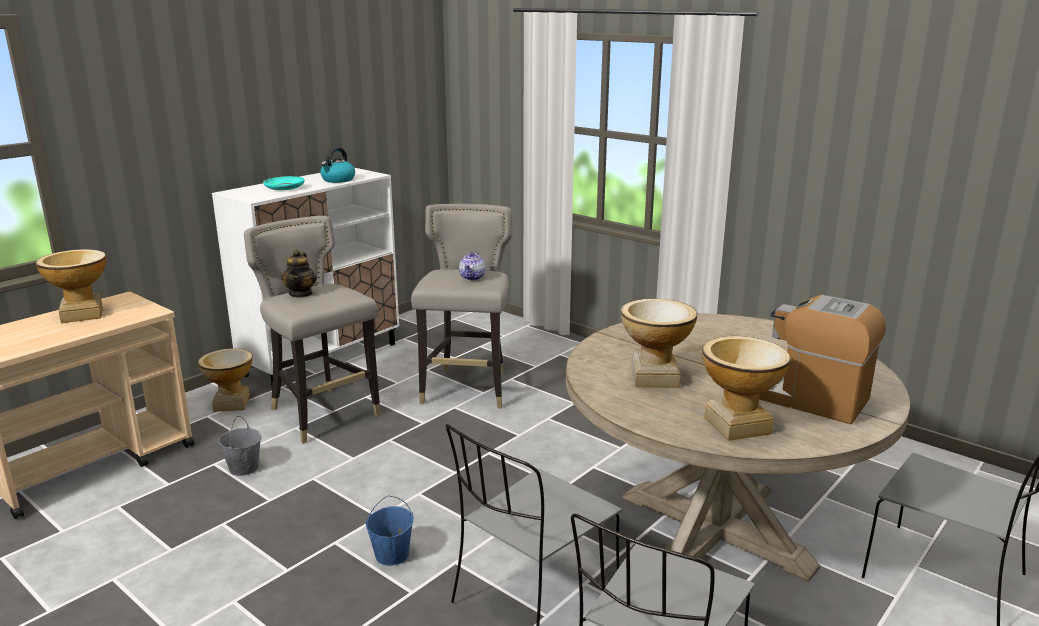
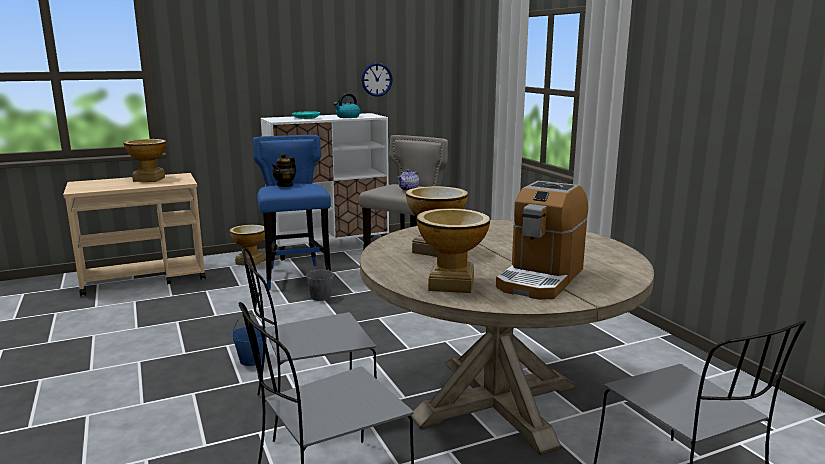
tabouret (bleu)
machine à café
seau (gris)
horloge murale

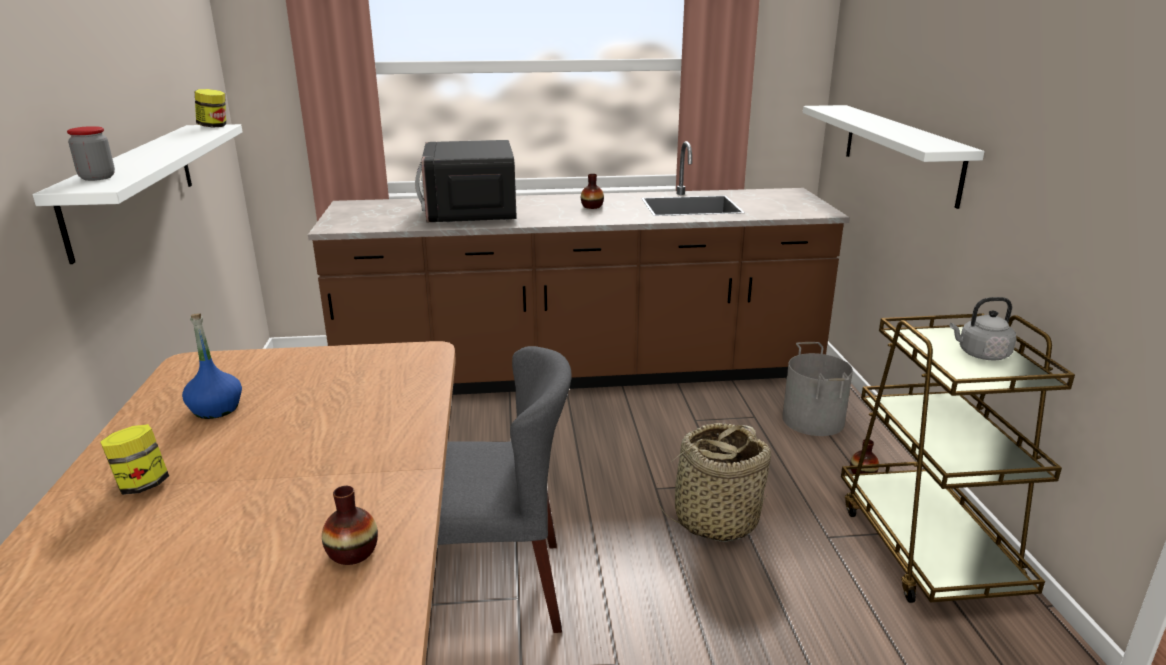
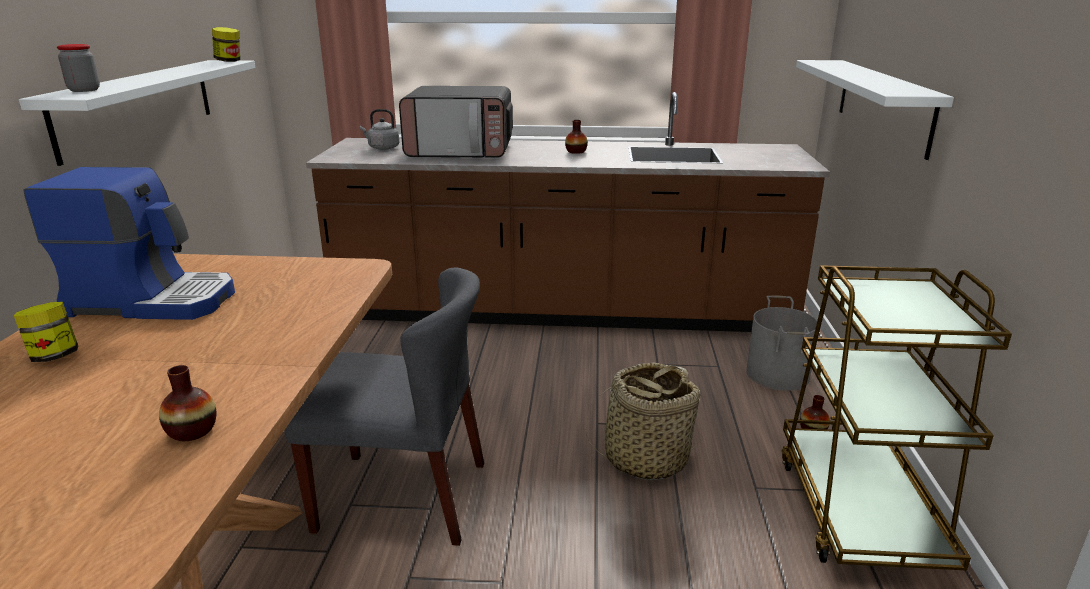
micro-ondes
bouilloire (gris)
machine à café

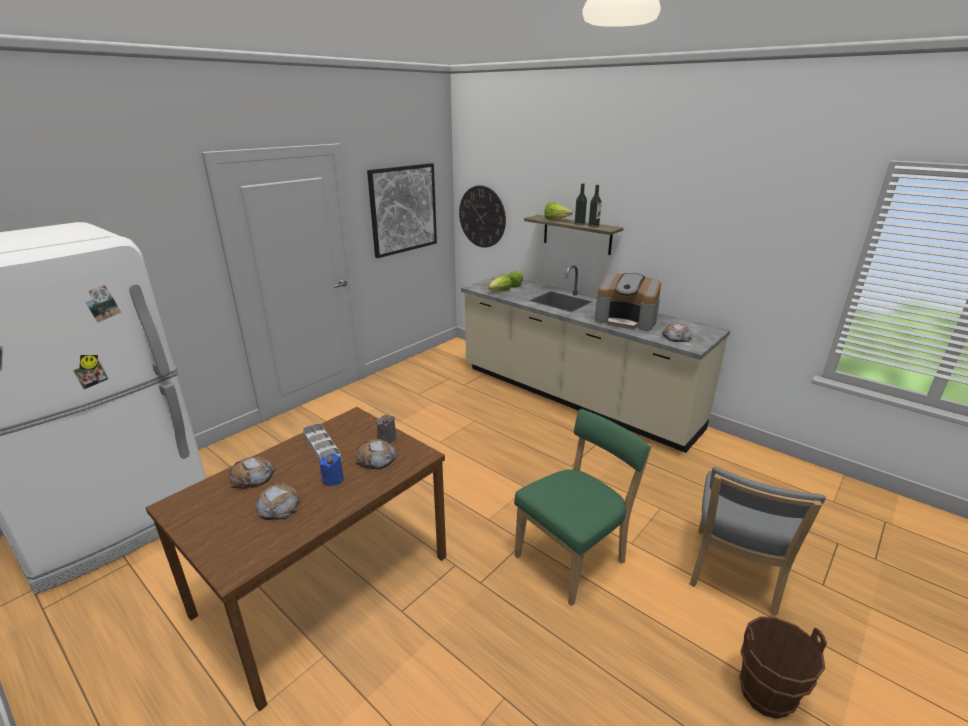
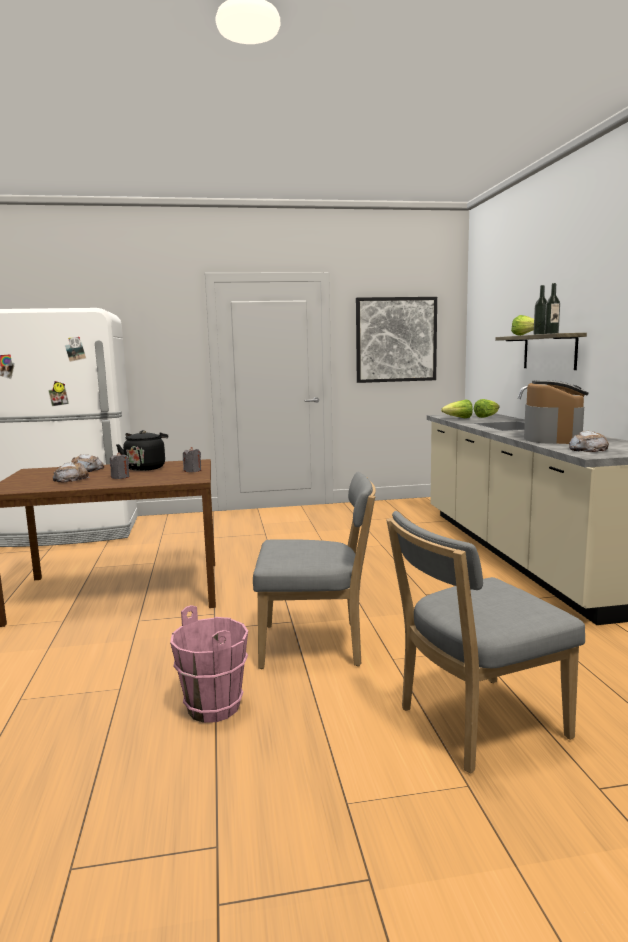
horloge murale
machine à café
chaise (gris) (1st from left)
bouilloire (noir)
pain (3rd from left in the first image)
bougie (gris) (1st from left)
seau (marron)
seau (rose)

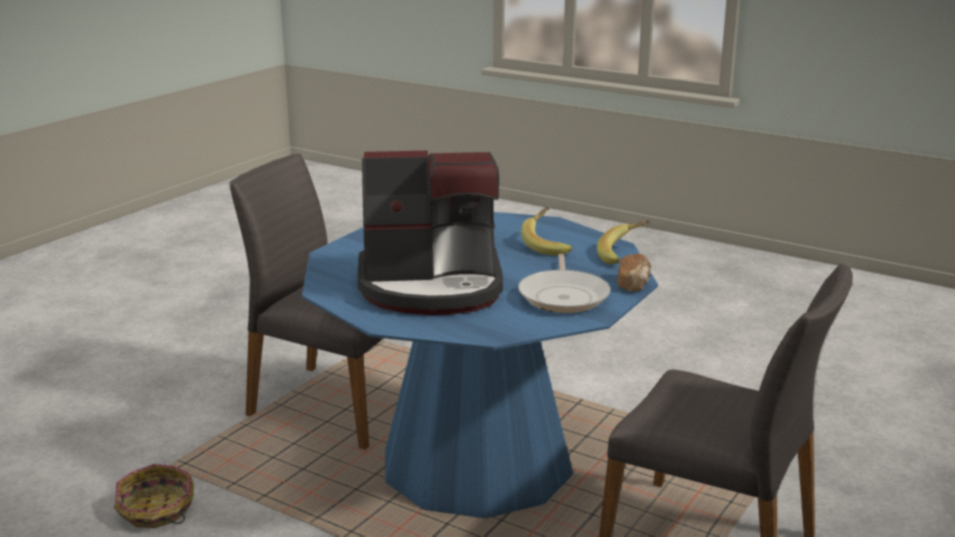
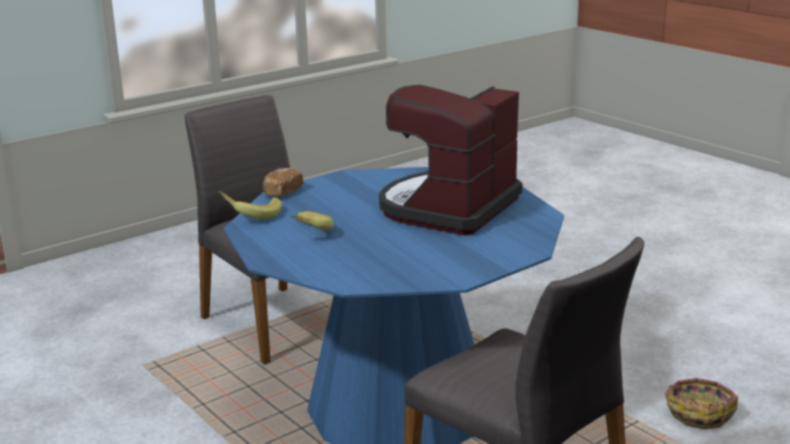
machine à café
poêle

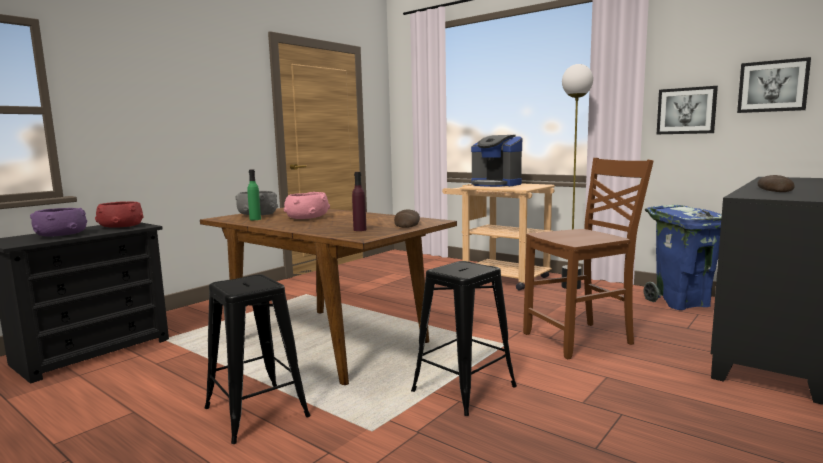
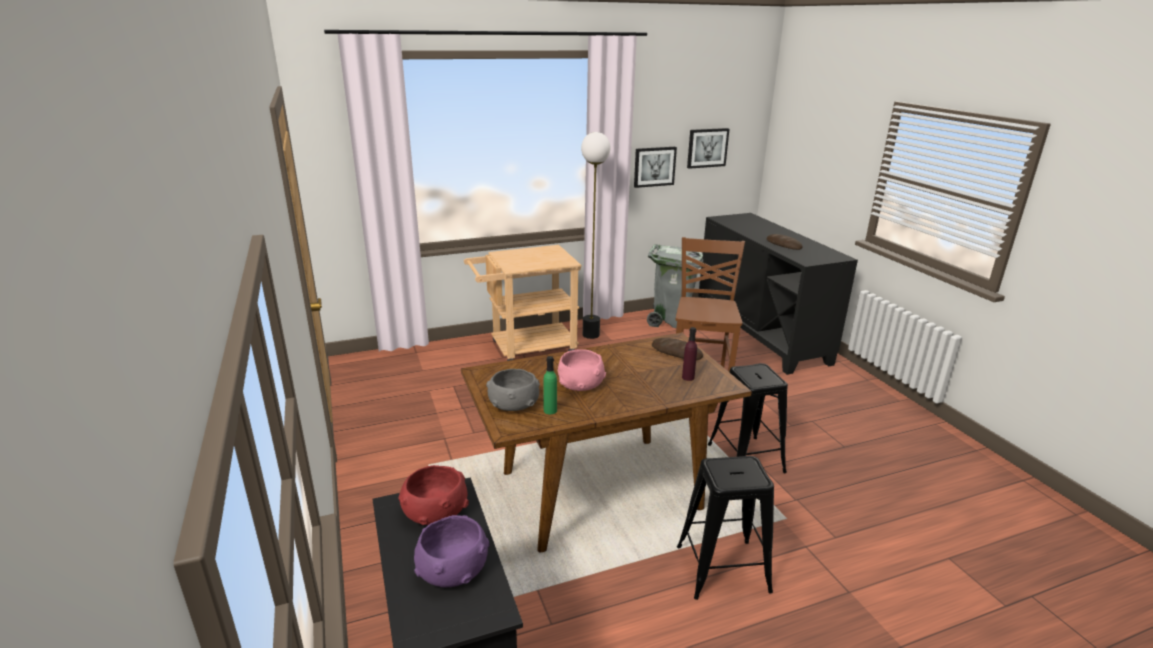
machine à café
poubelle (gris)

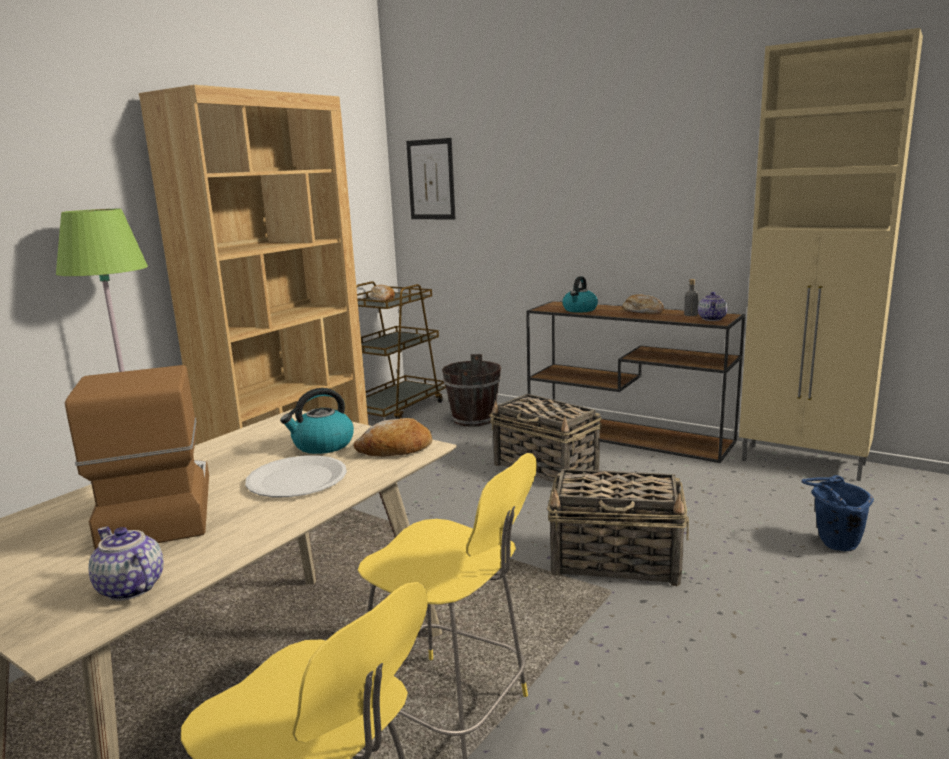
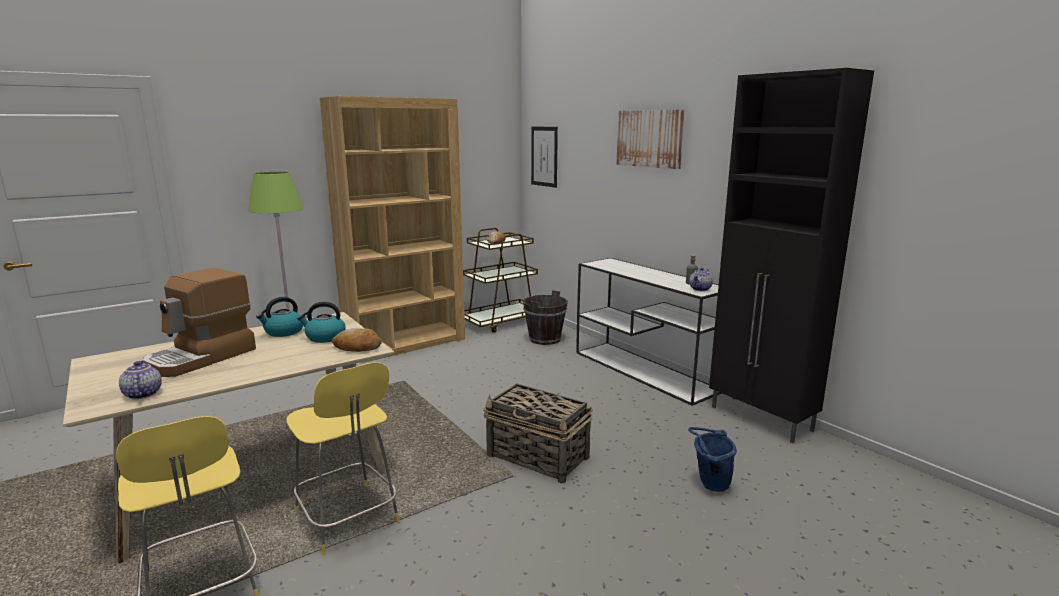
meuble de rangement (noir)
bouilloire (1st from left)
pain (3rd from left in the first image)
table console (blanc)
machine à café
panier (1st from left in the first image)
assiette (blanc)
tableau (2nd from left)

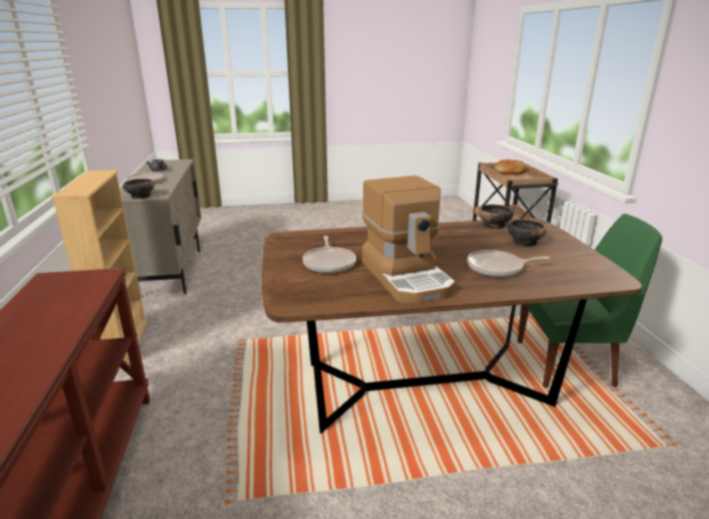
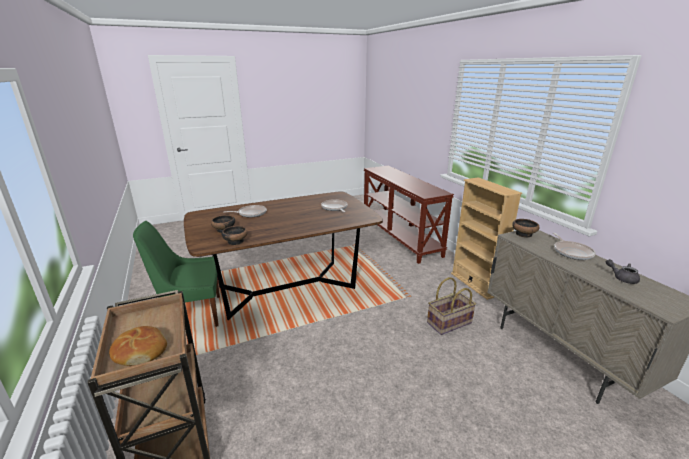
machine à café
panier

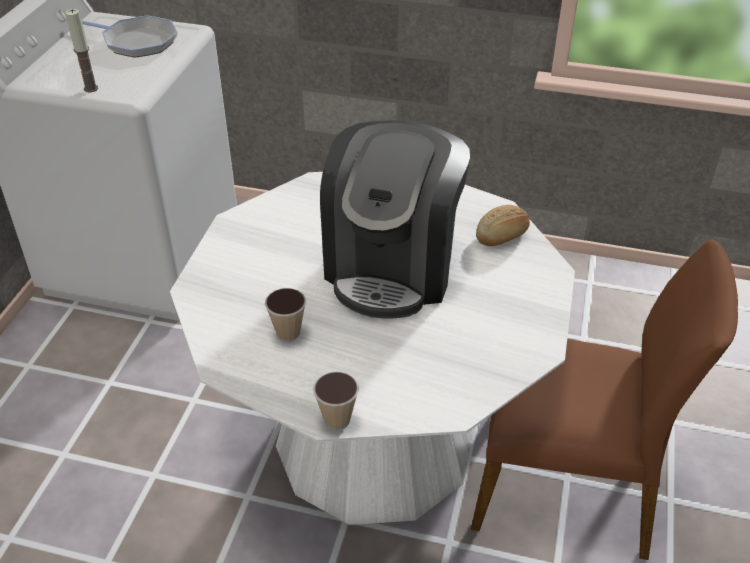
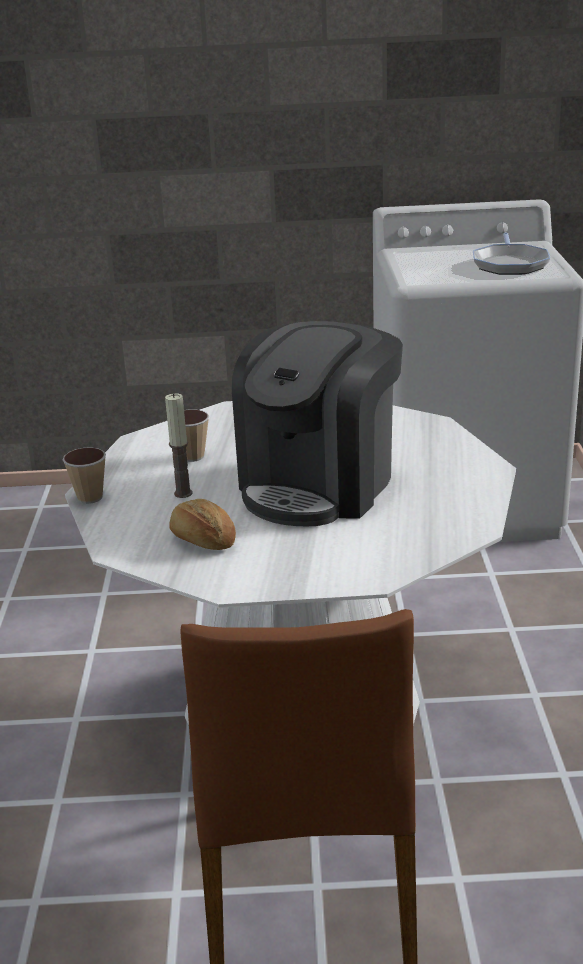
bougie
machine à café
pain

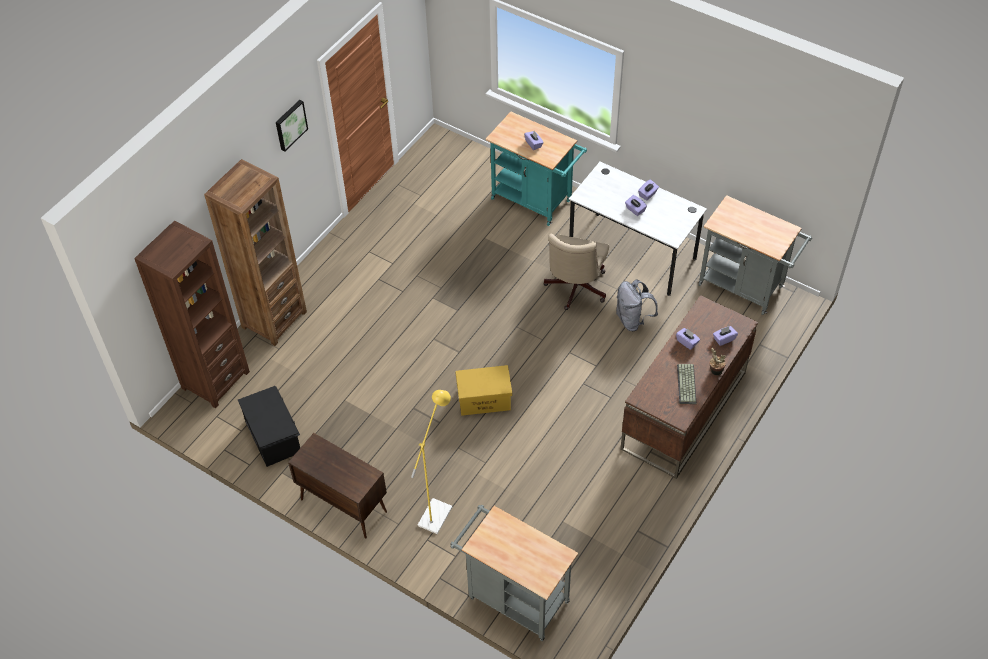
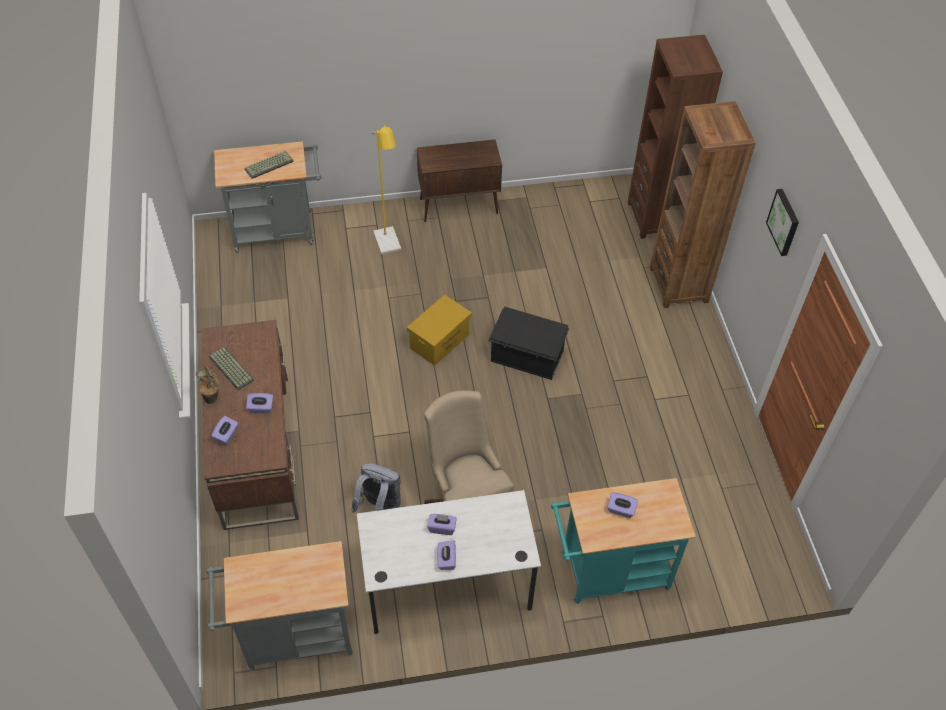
boîte de rangement (noir)
clavier (2nd from left)

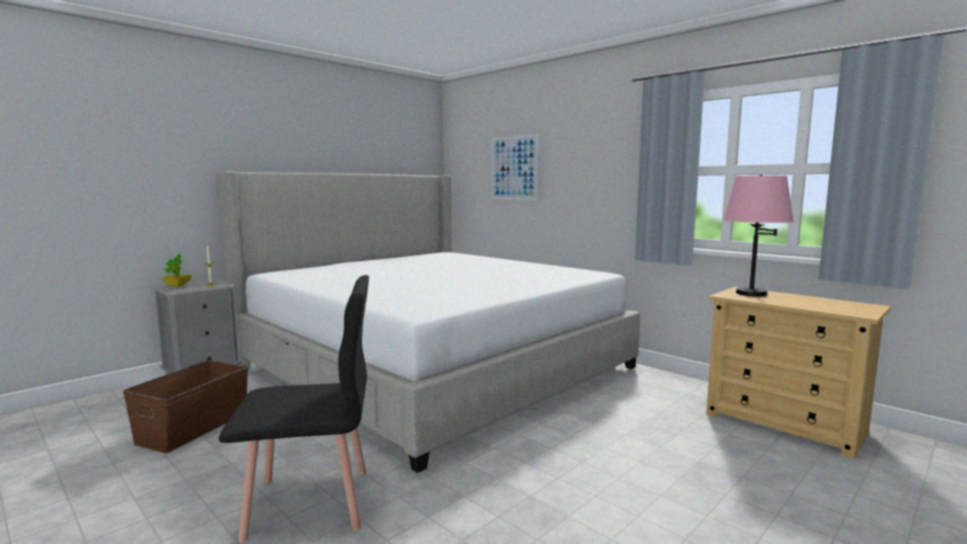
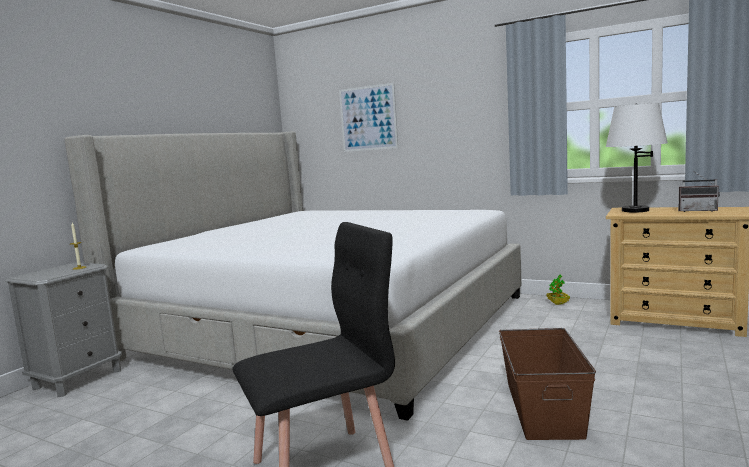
lampe de table (blanc)
plante en pot
boîte de rangement (marron)
radio

